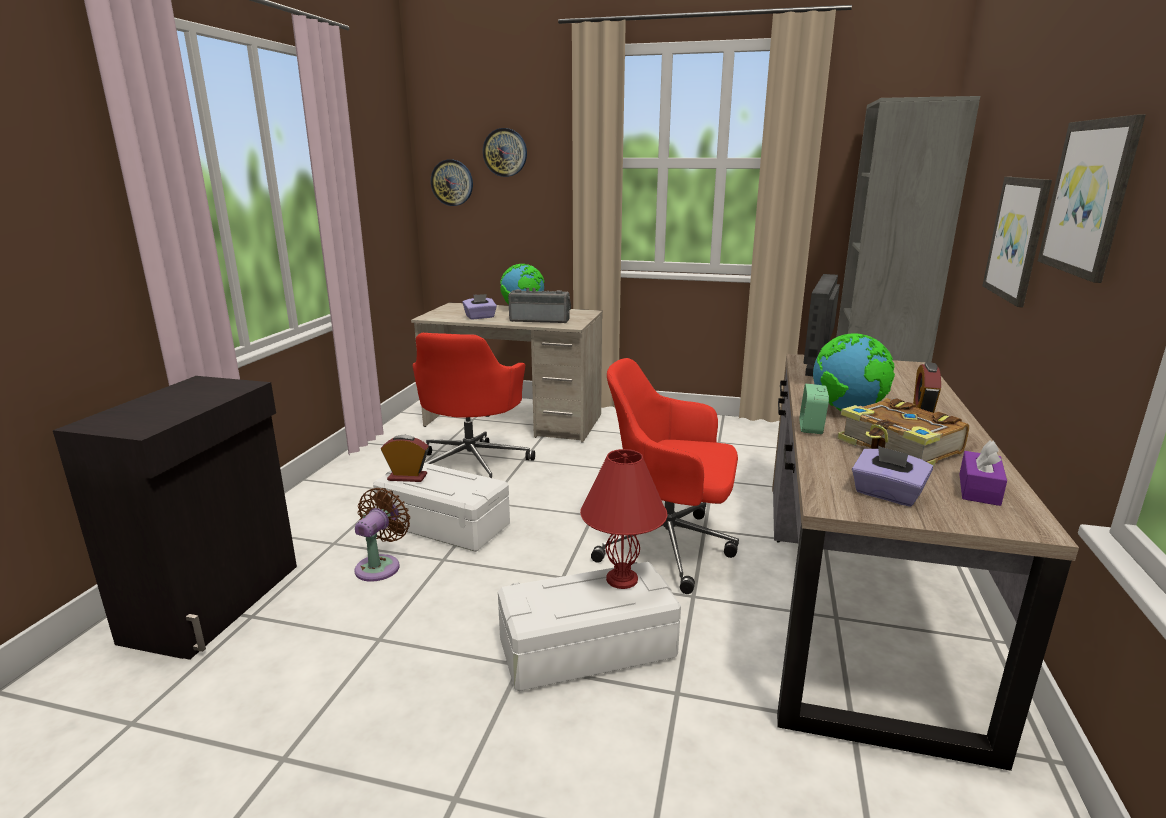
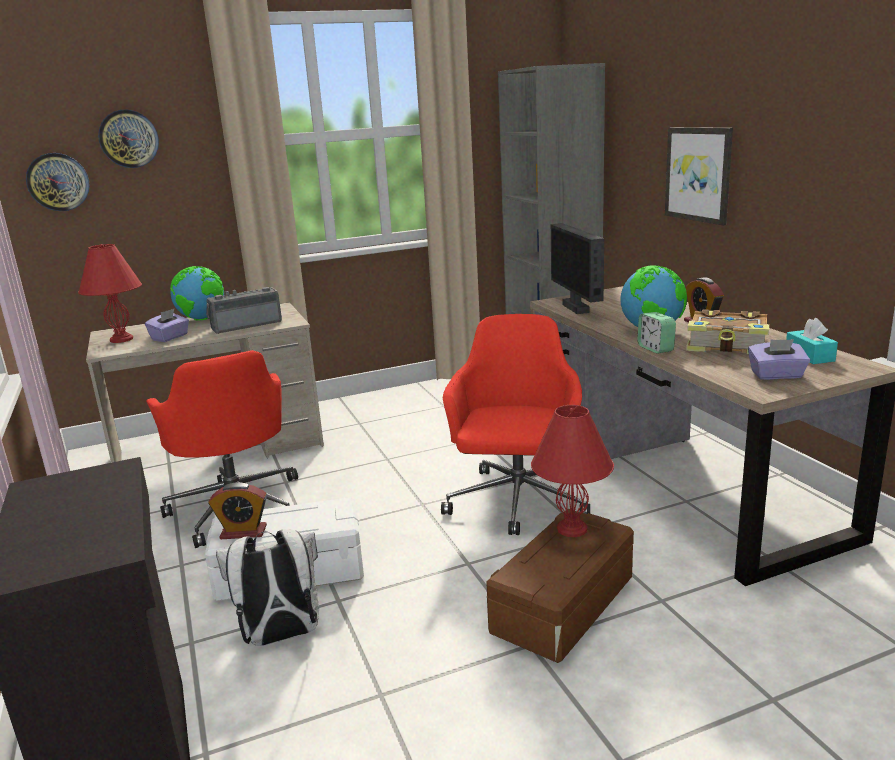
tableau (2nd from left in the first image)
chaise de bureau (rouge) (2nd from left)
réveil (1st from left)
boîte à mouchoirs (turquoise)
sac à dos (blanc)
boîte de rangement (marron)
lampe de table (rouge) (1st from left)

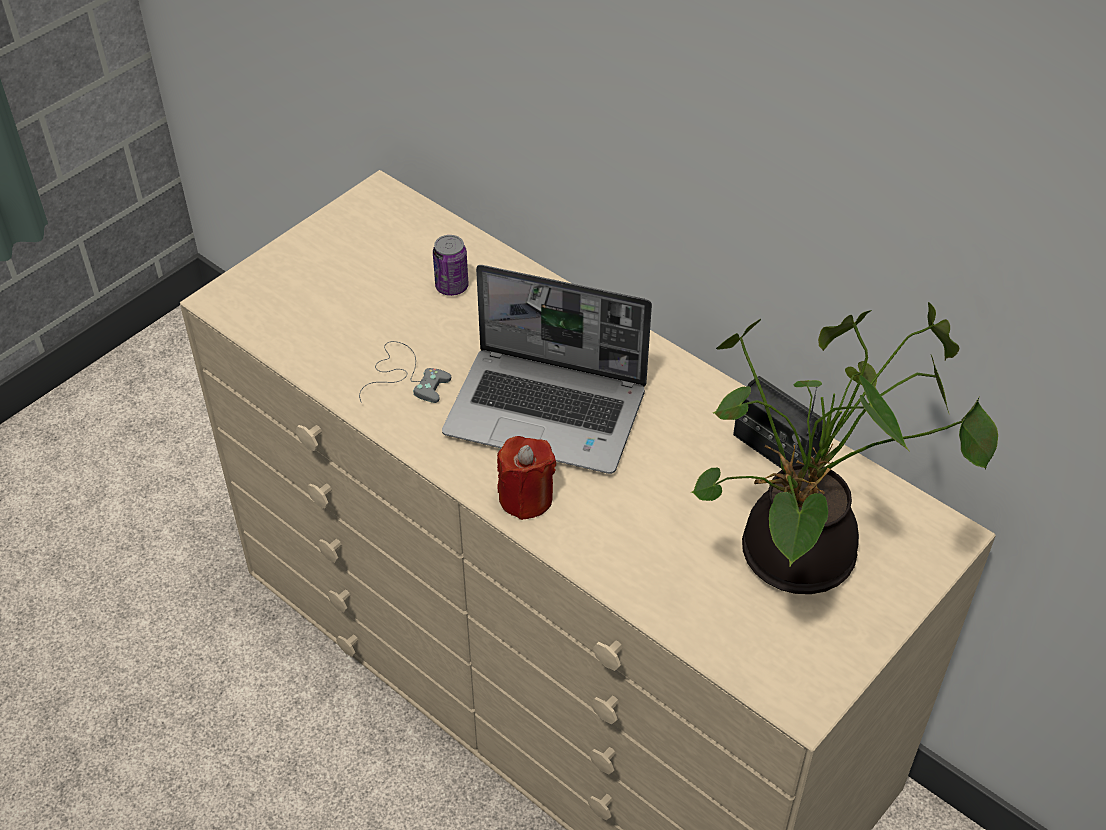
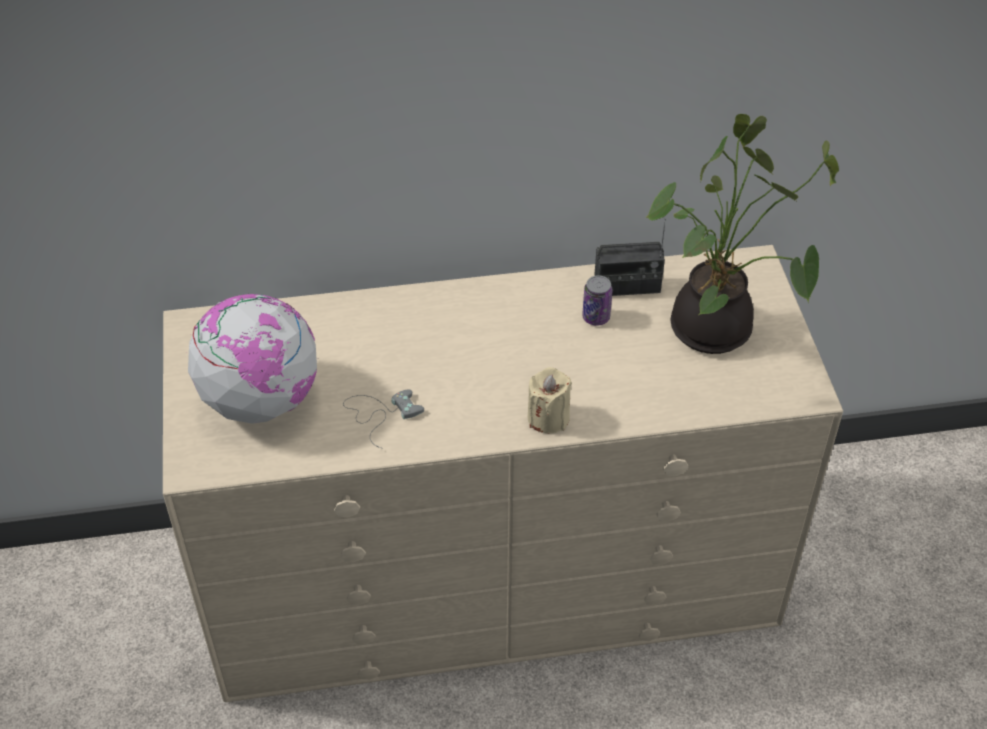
boîte métallique
ordinateur portable
bougie (beige)
globe

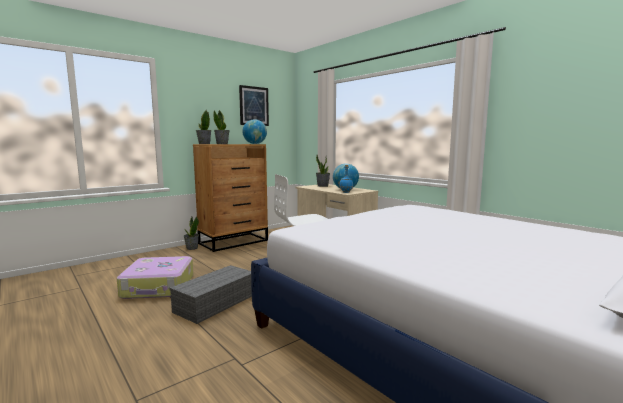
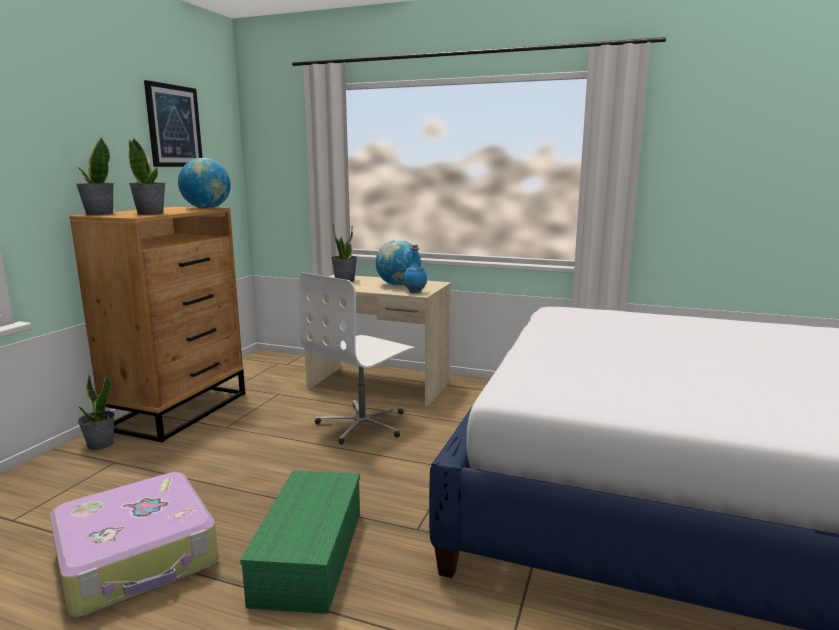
boîte de rangement (vert)

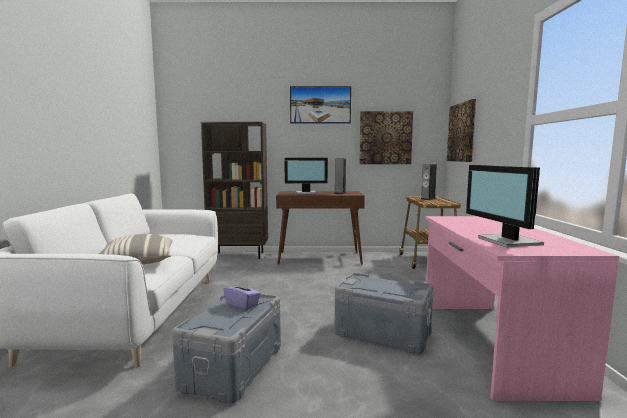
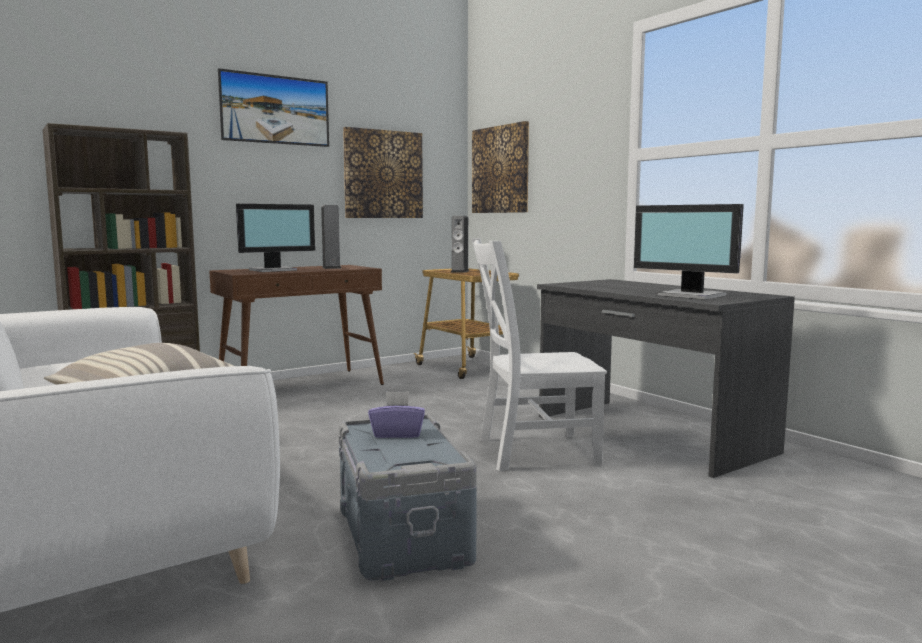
bureau (gris)
chaise (blanc)

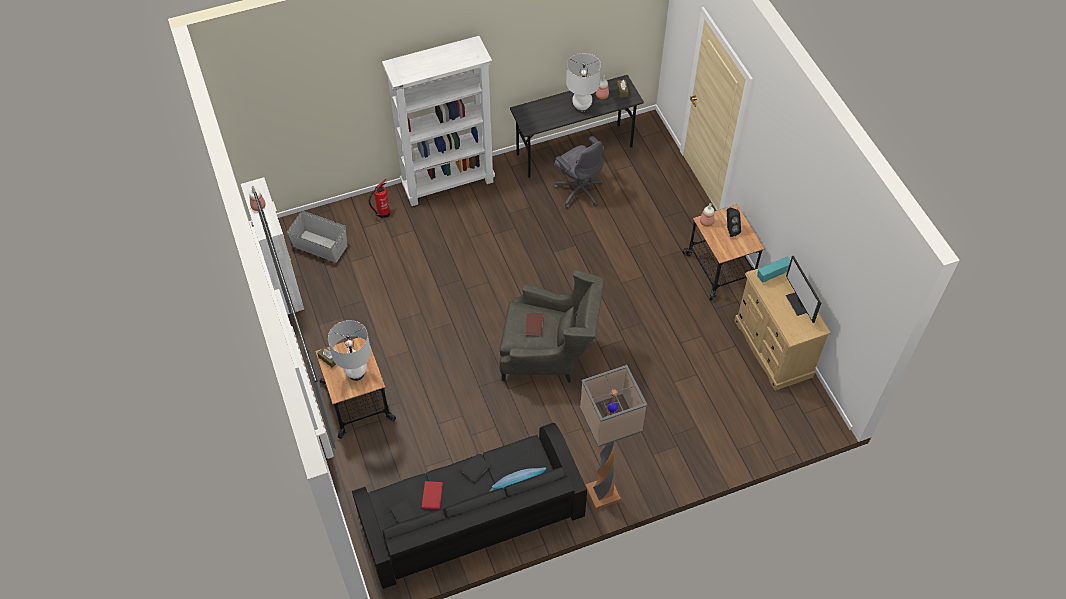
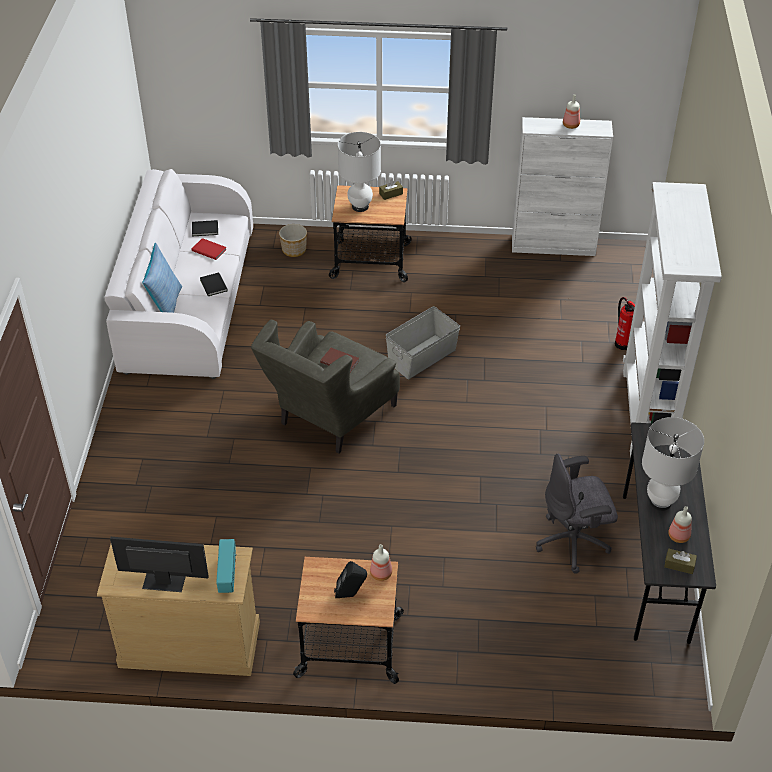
boîte de rangement (gris)
lampadaire
canapé (blanc)
cache-pot

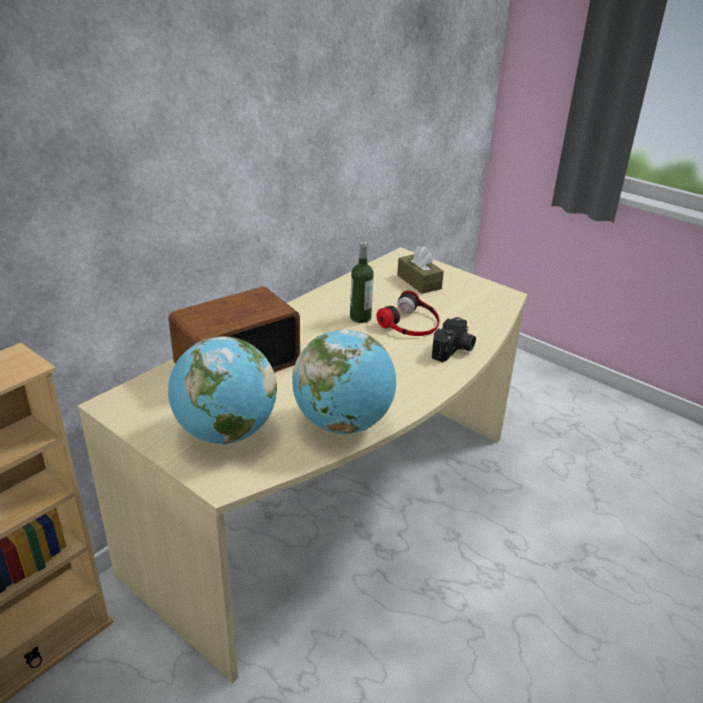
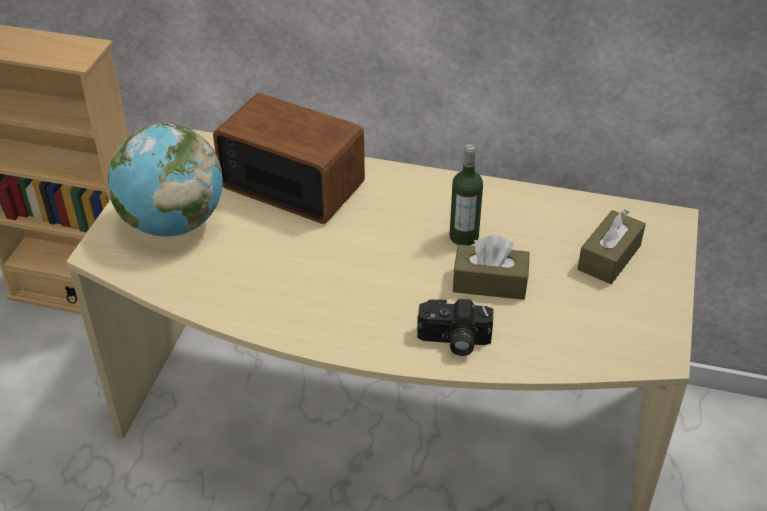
boîte à mouchoirs (marron) (1st from left)
globe (2nd from left in the first image)

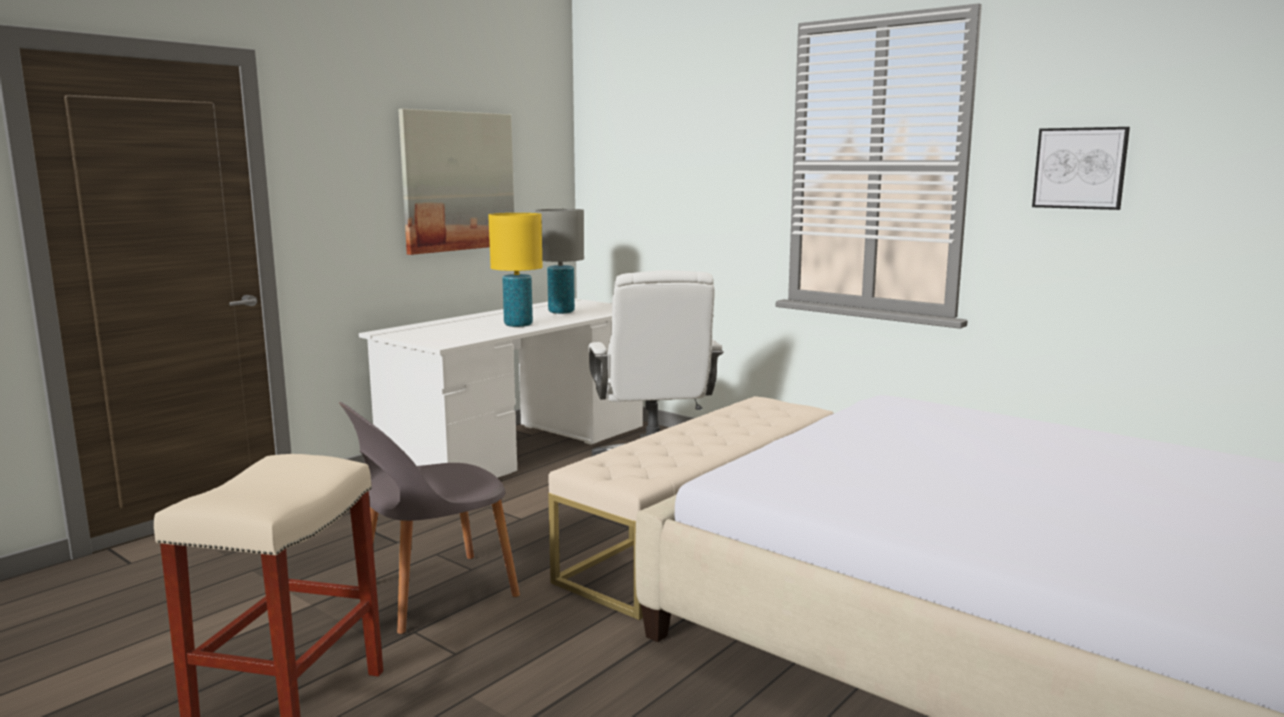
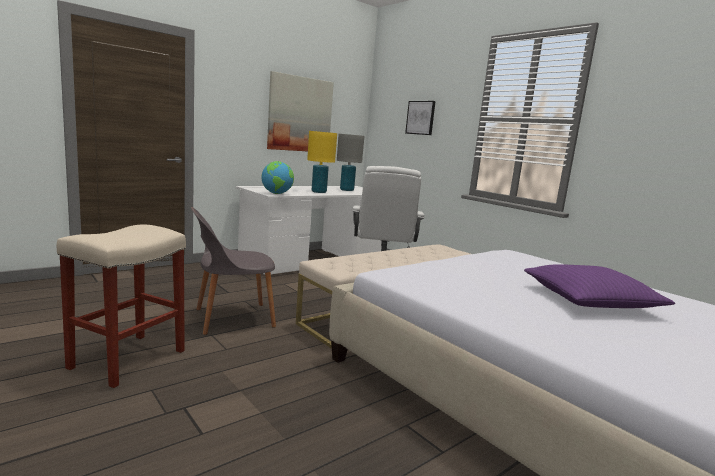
tableau (2nd from left)
globe
coussin (violet)

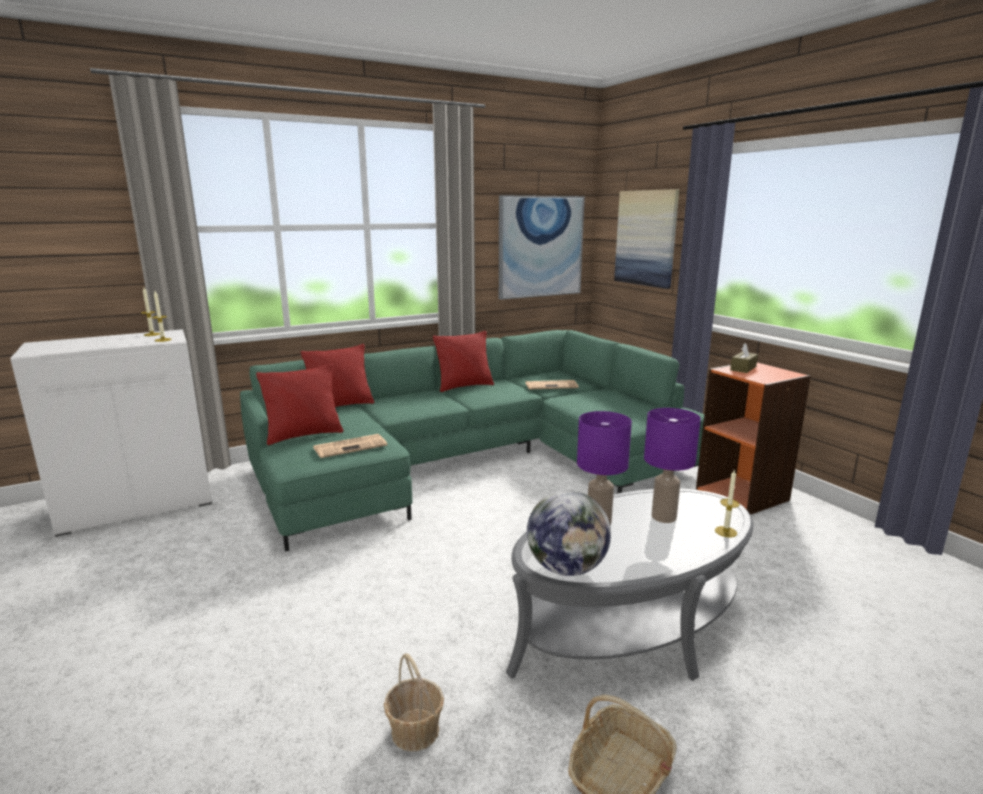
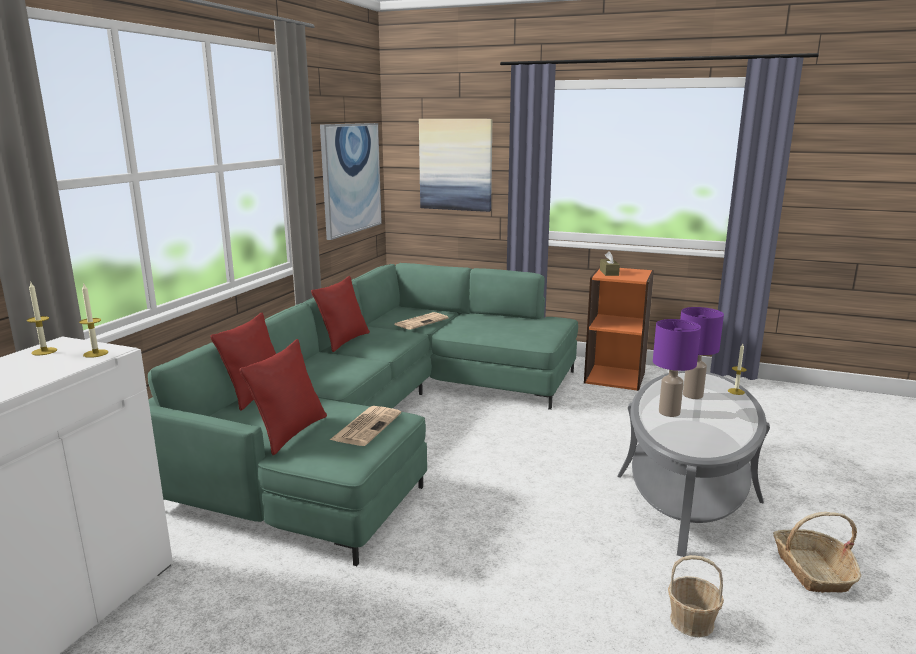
globe

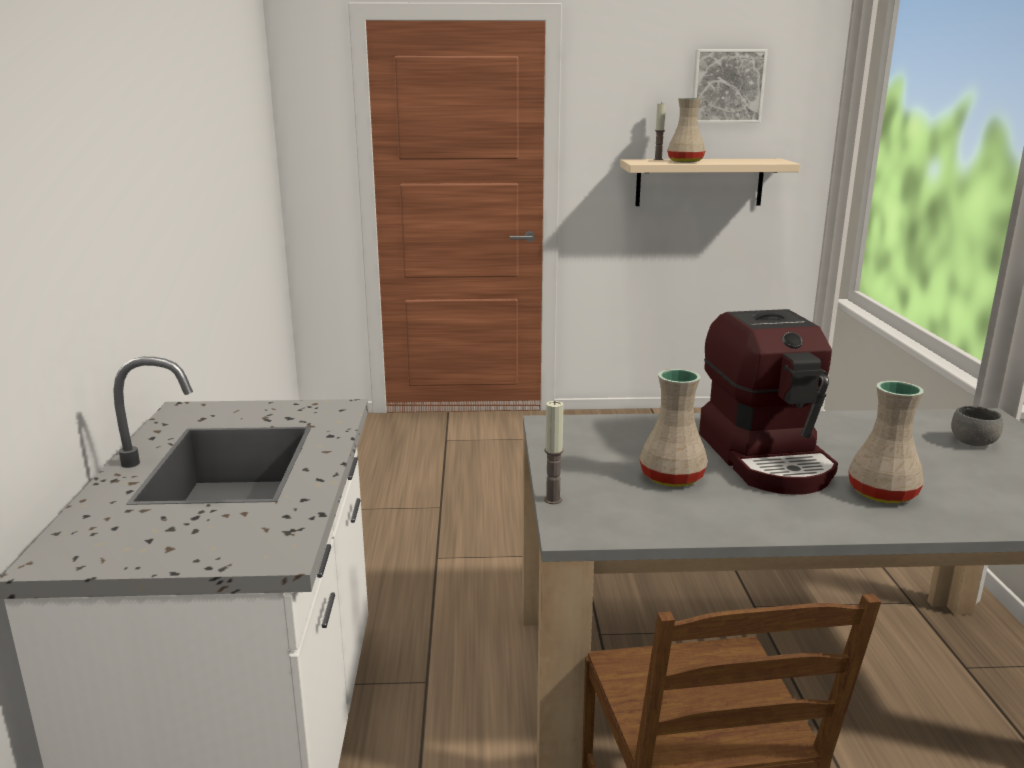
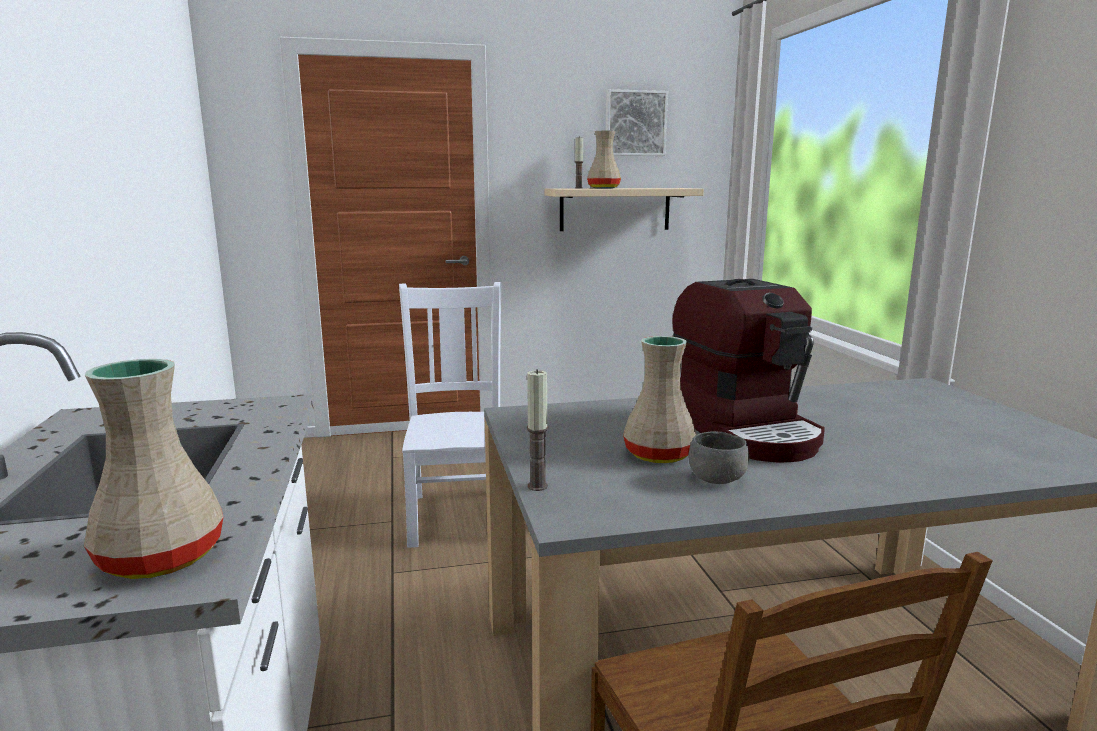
vase (beige) (1st from left)
bol (gris)
chaise (blanc)

